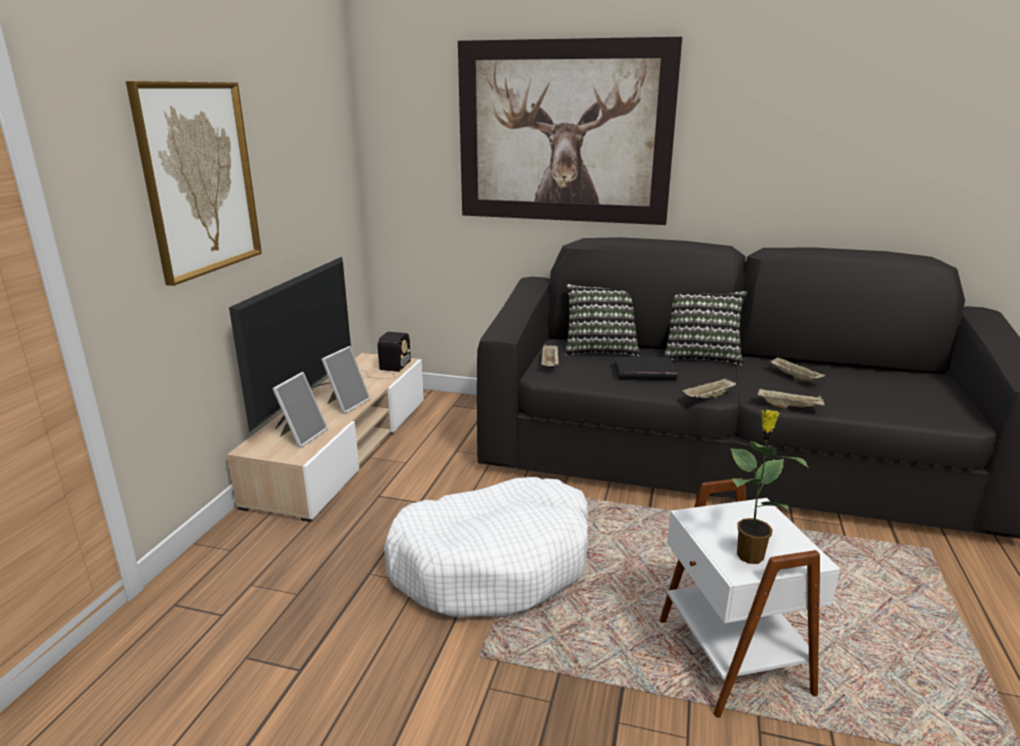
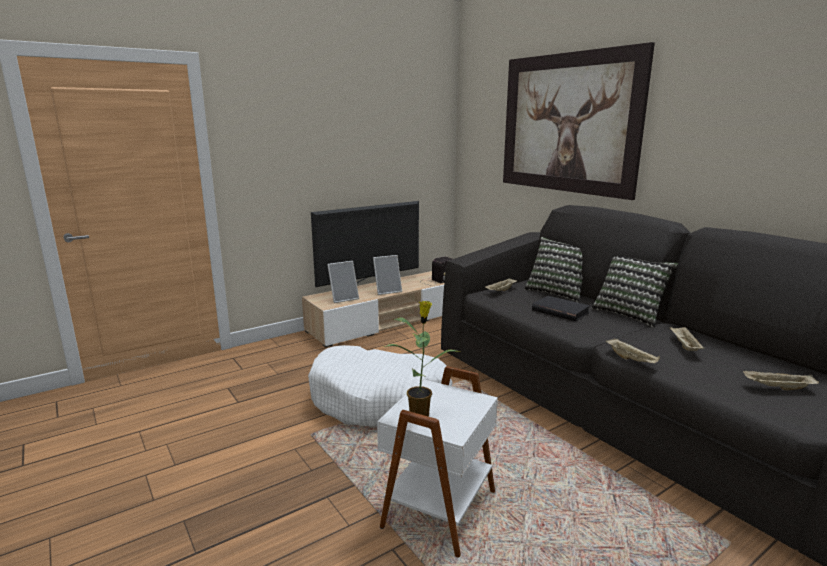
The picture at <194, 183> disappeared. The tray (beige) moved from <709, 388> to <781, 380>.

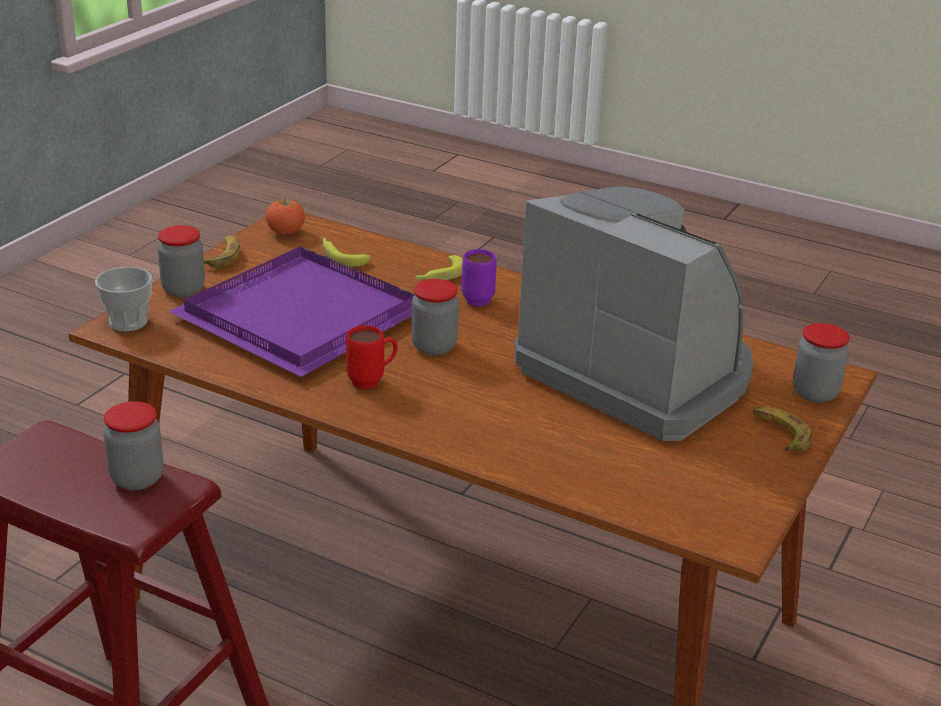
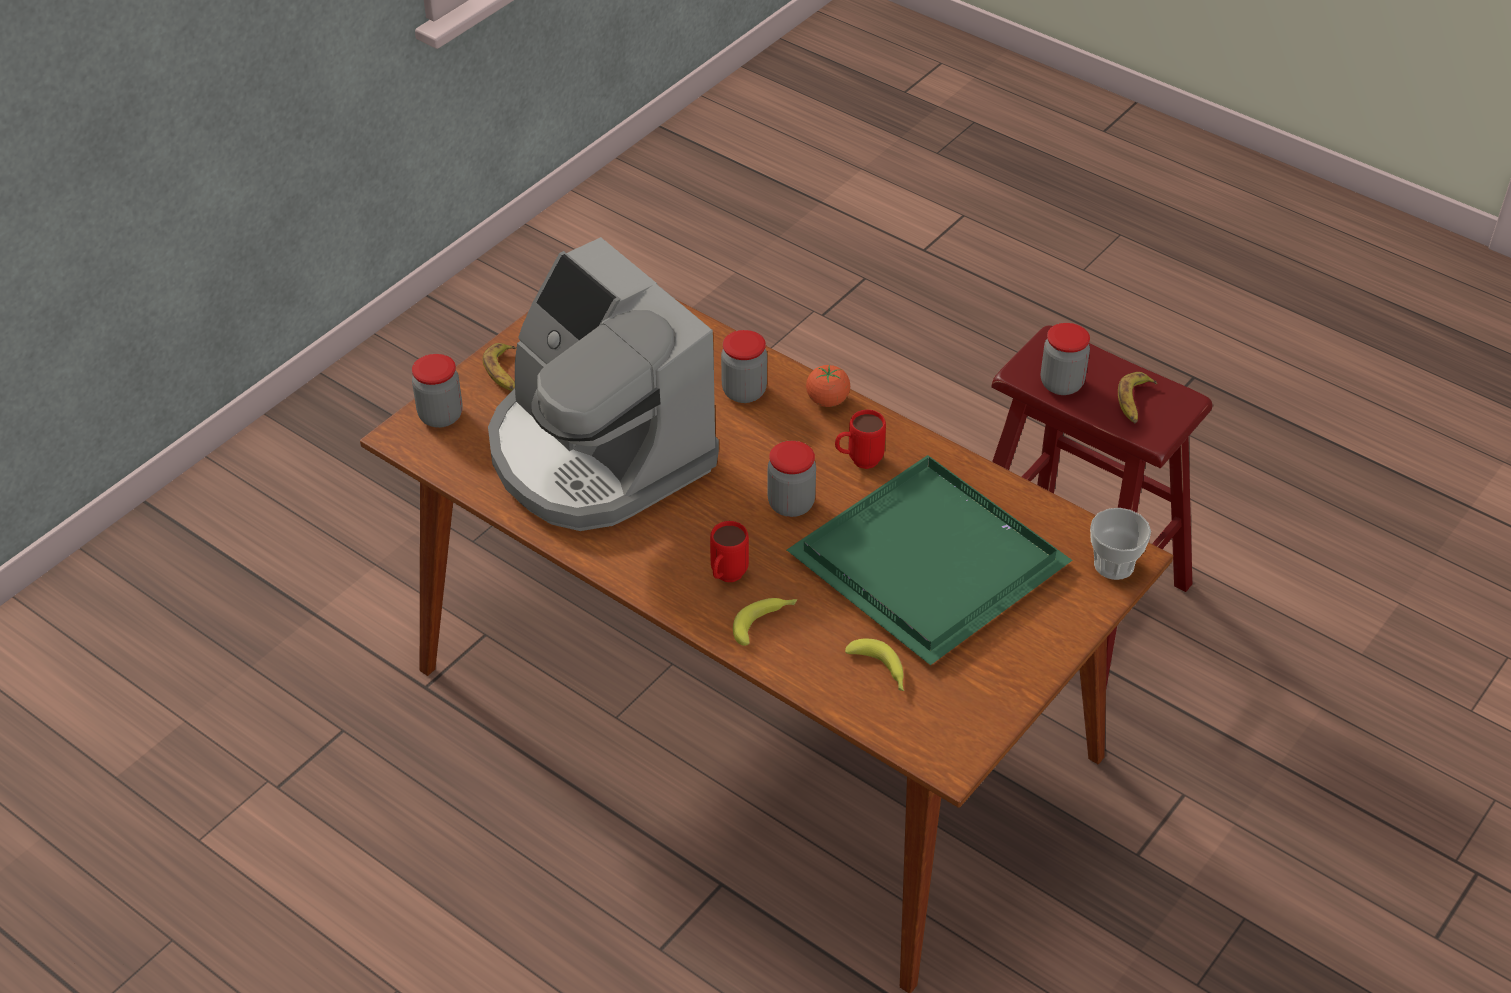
The jar moved from <181, 261> to <744, 366>. The tray (purple) at <291, 311> became the tray (green) at <930, 560>. The banana moved from <222, 251> to <1137, 397>. The tomato moved from <285, 216> to <828, 385>. The mug (purple) at <479, 278> became the mug (red) at <729, 551>.

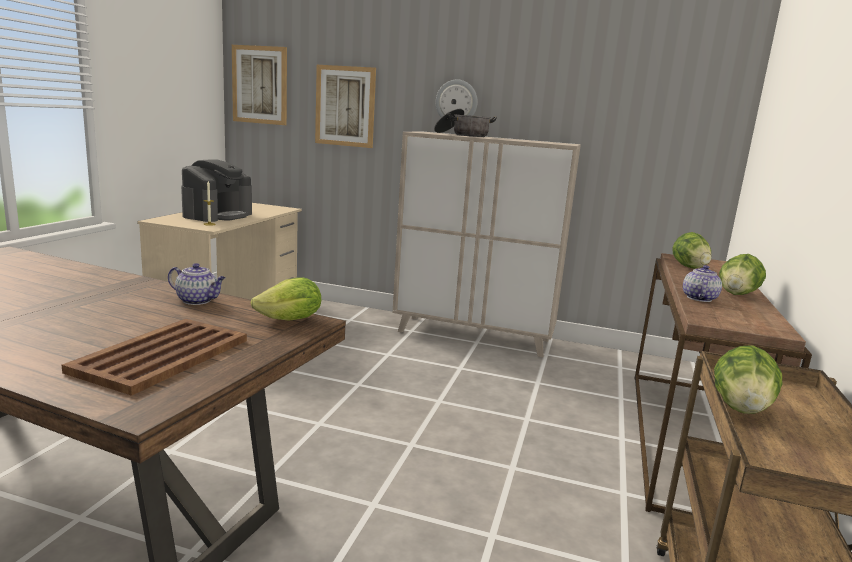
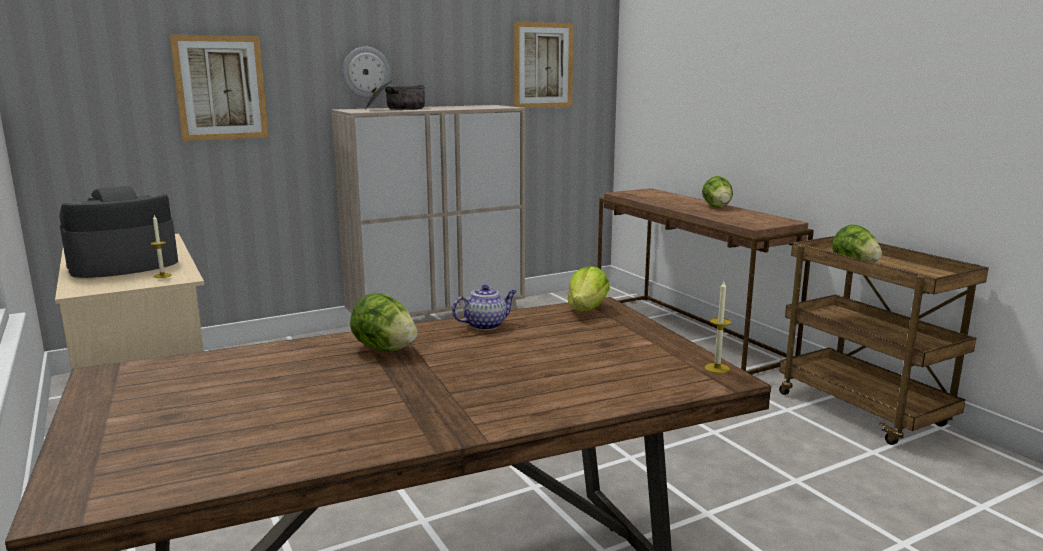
The tray (brown) at <154, 357> disappeared. The coffee machine at <216, 190> turned 105 degrees counterclockwise. The picture moved from <259, 85> to <544, 65>. The lettuce moved from <692, 250> to <383, 322>. The teapot at <702, 283> disappeared. The candle at <718, 327> appeared.

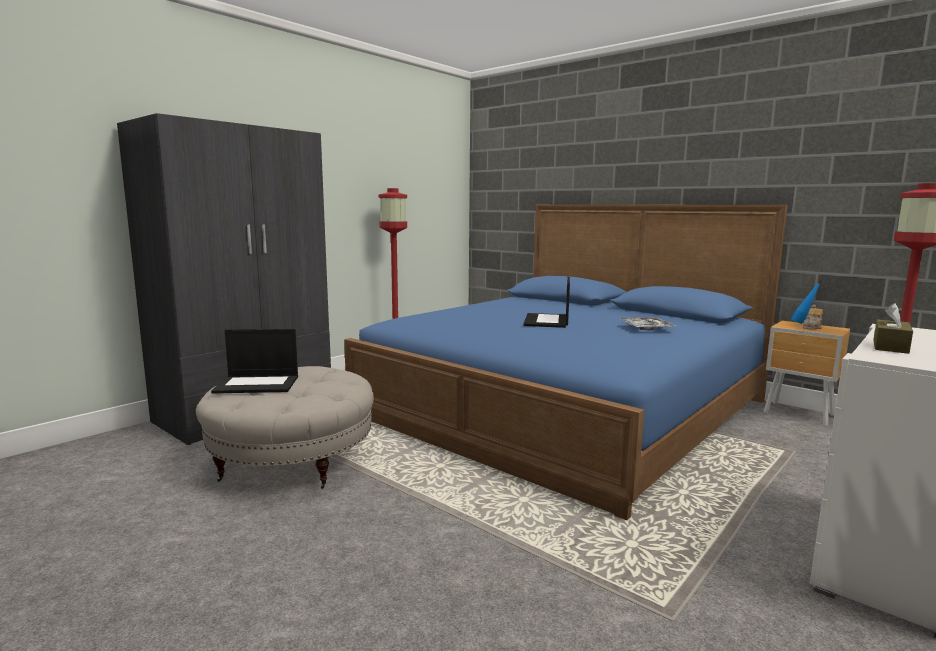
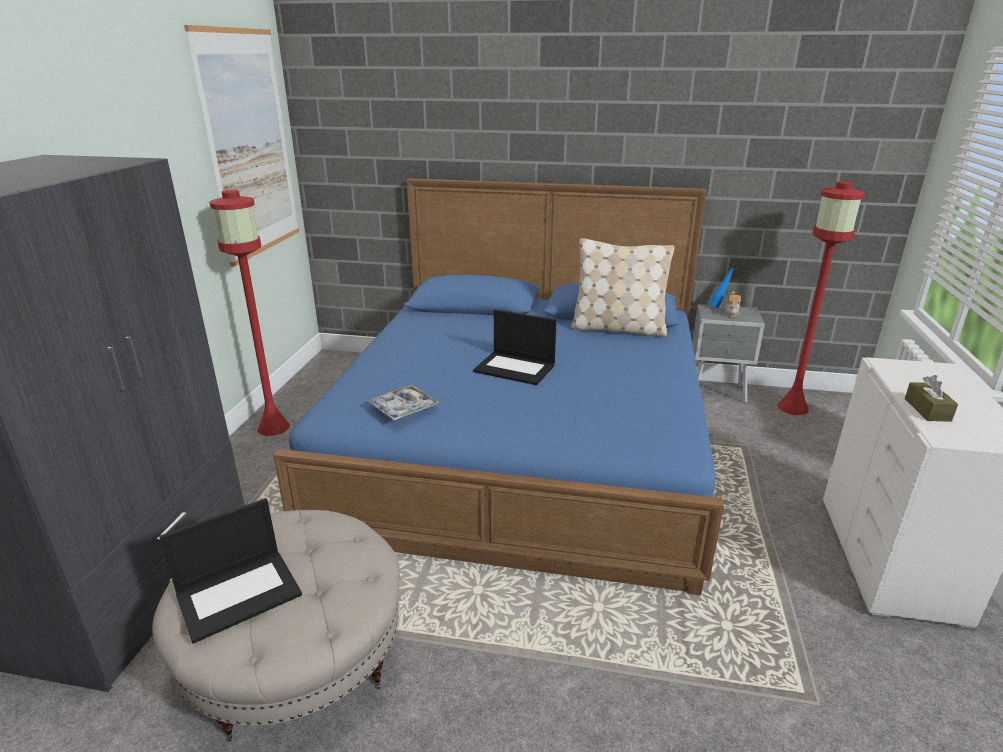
The laptop at <547, 302> turned 45 degrees counterclockwise. The tray moved from <648, 324> to <403, 402>. The nightstand (brown) at <806, 374> became the nightstand (grey) at <728, 353>. The picture at <241, 146> appeared. The pillow (beige) at <623, 287> appeared.

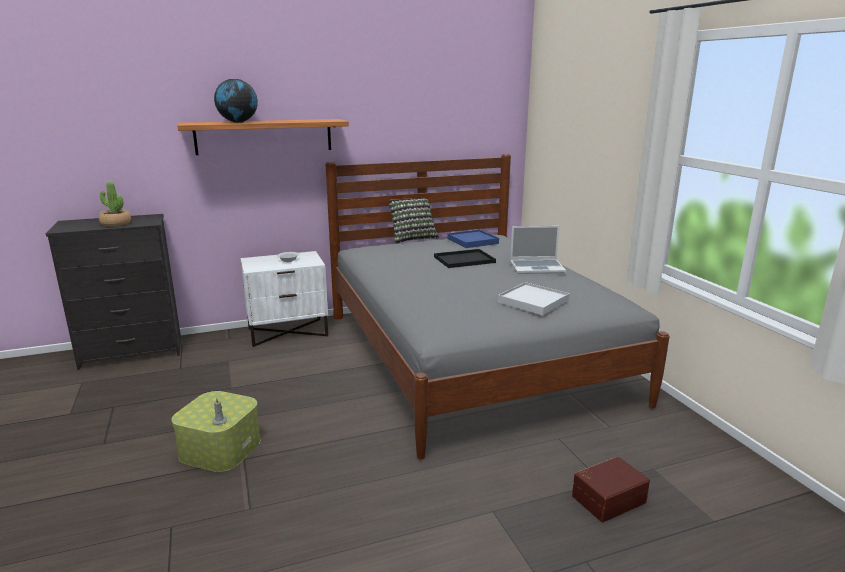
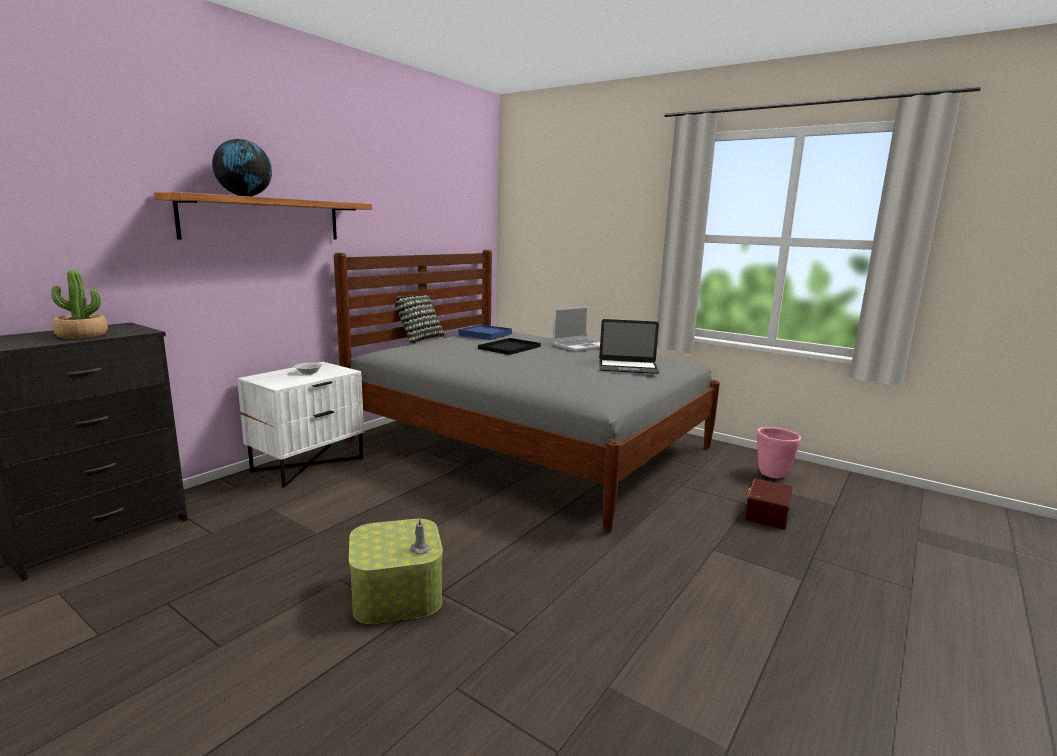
The tray (white) at <534, 298> was replaced by the laptop at <629, 346>. The planter (pink) at <779, 453> appeared.

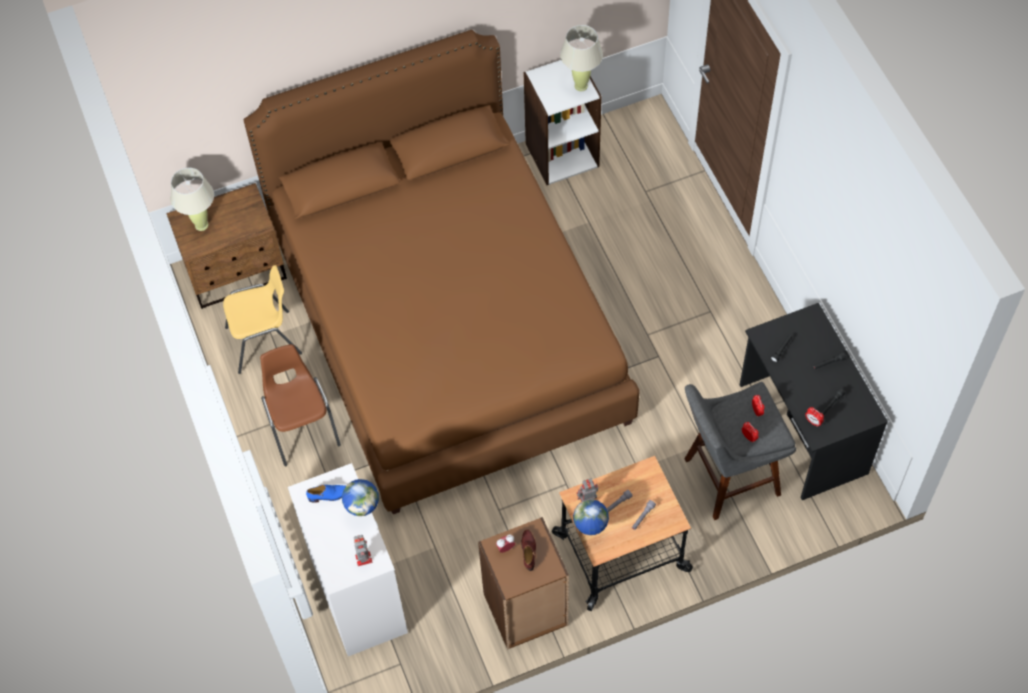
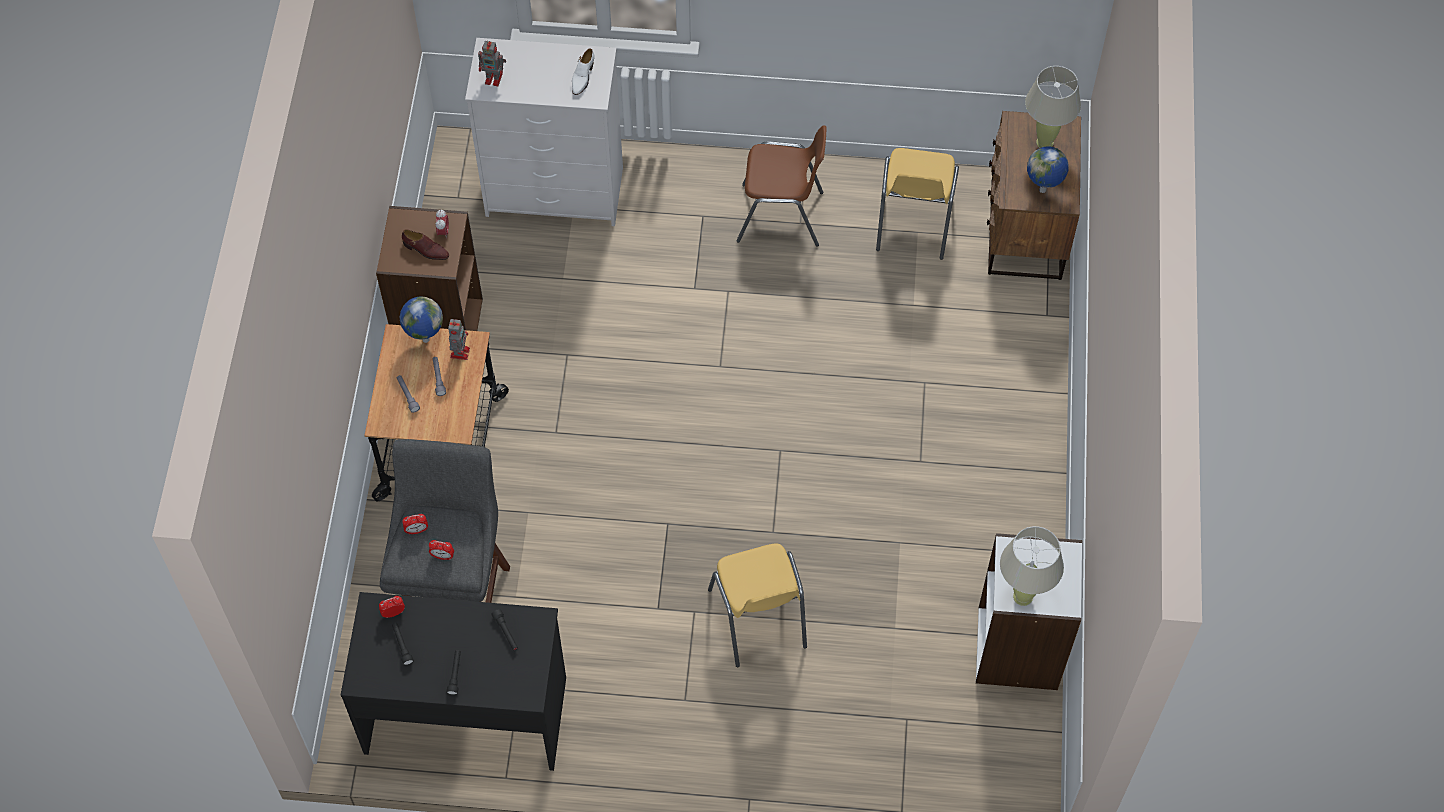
The bed (brown) at <441, 272> disappeared. The shoe (blue) at <326, 494> became the shoe (white) at <583, 71>. The globe moved from <360, 497> to <1048, 169>. The chair (yellow) at <757, 605> appeared.

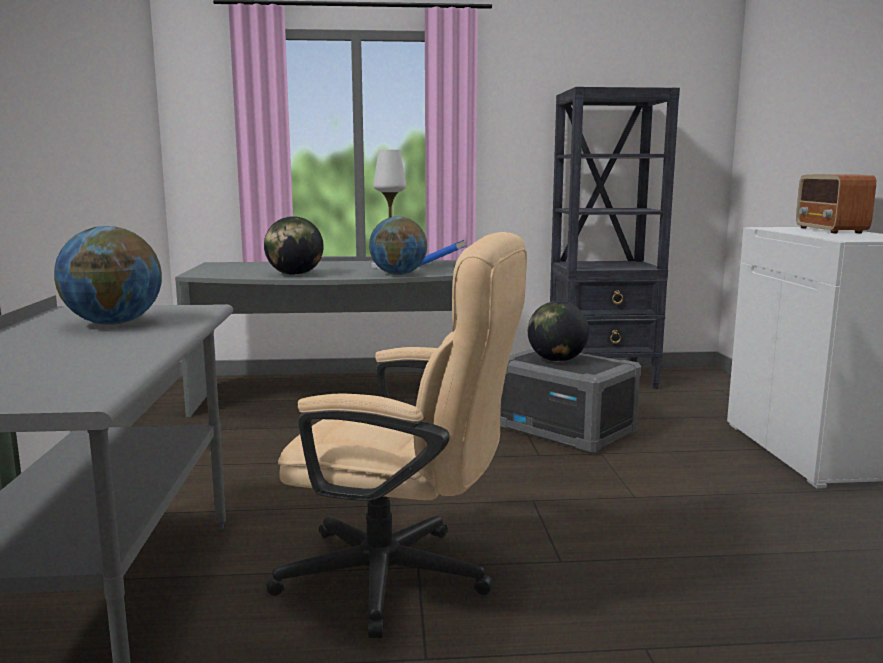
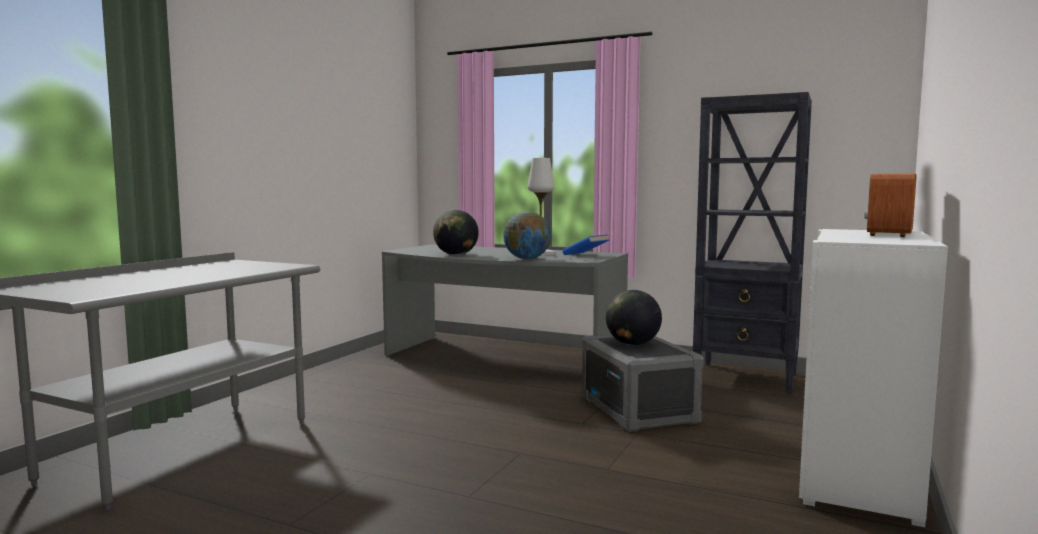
The globe at <108, 275> disappeared. The office chair (beige) at <396, 435> disappeared.

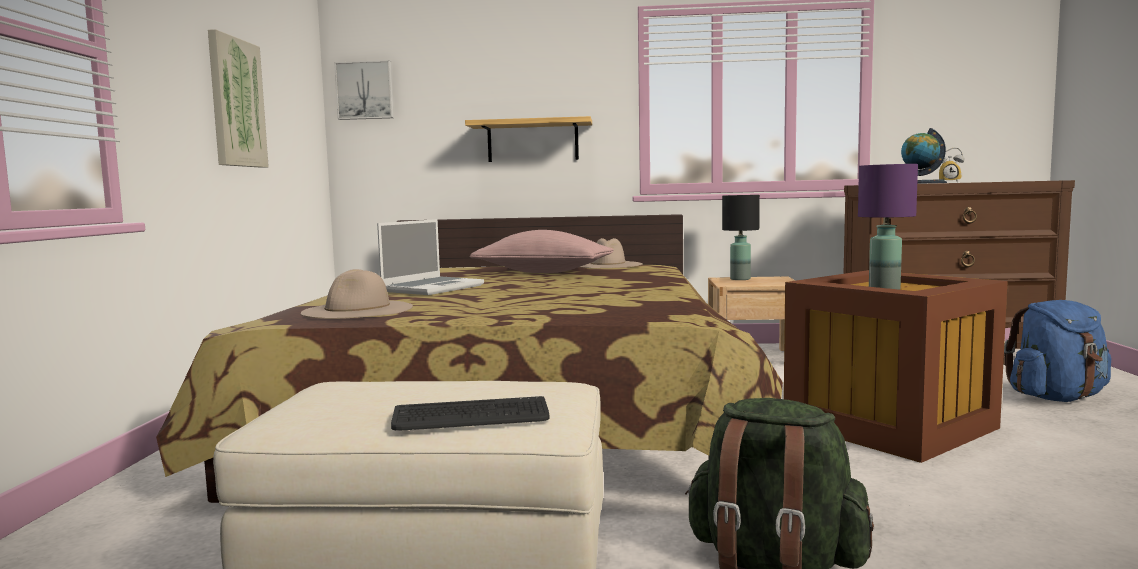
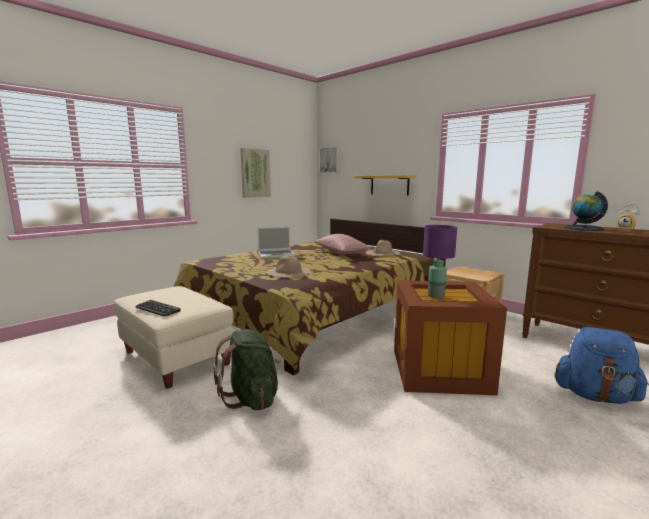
The hat (beige) moved from <357, 294> to <288, 266>. The table lamp (black) at <741, 237> disappeared.

